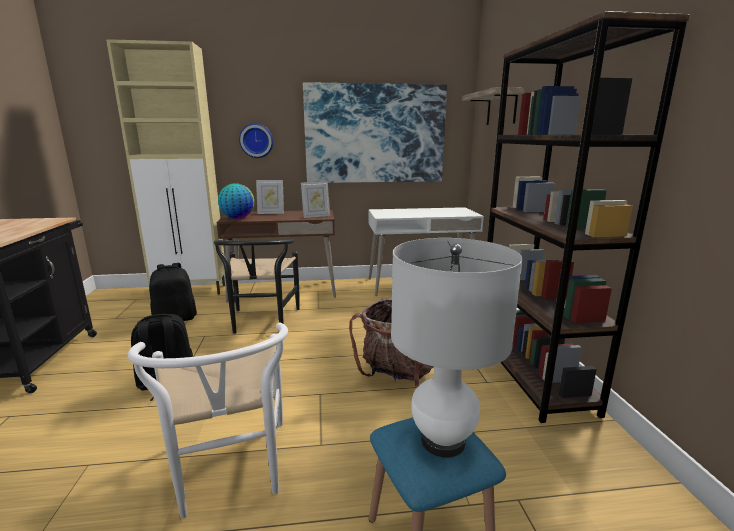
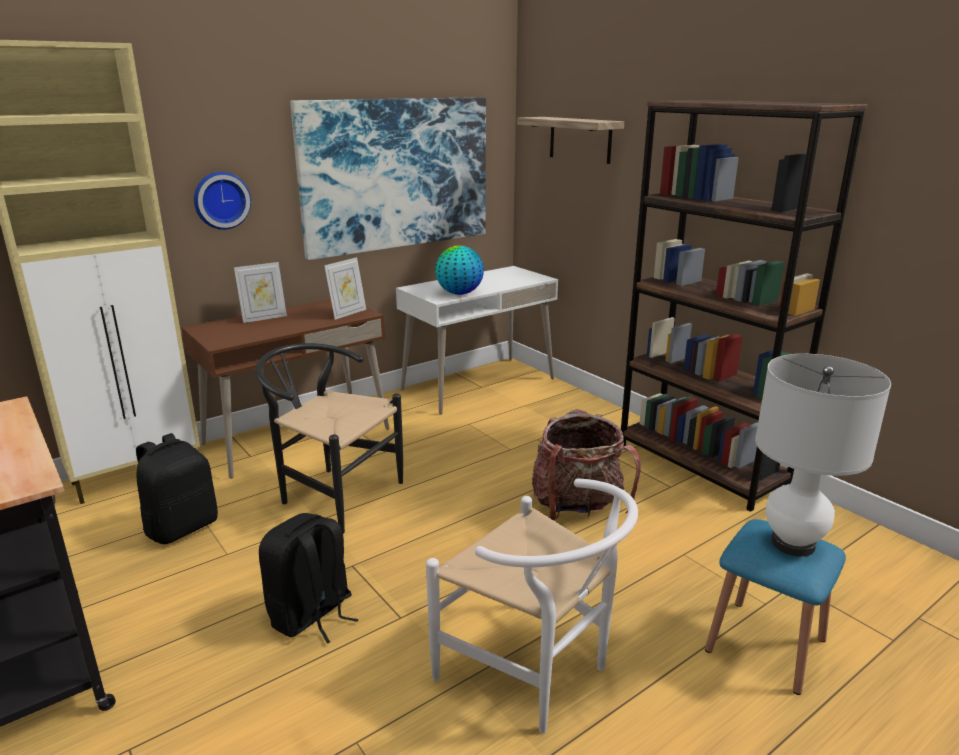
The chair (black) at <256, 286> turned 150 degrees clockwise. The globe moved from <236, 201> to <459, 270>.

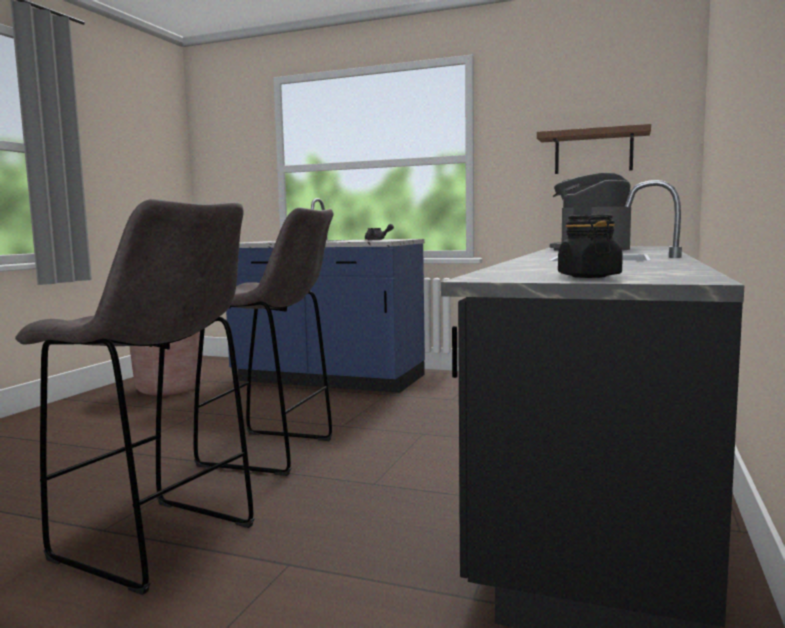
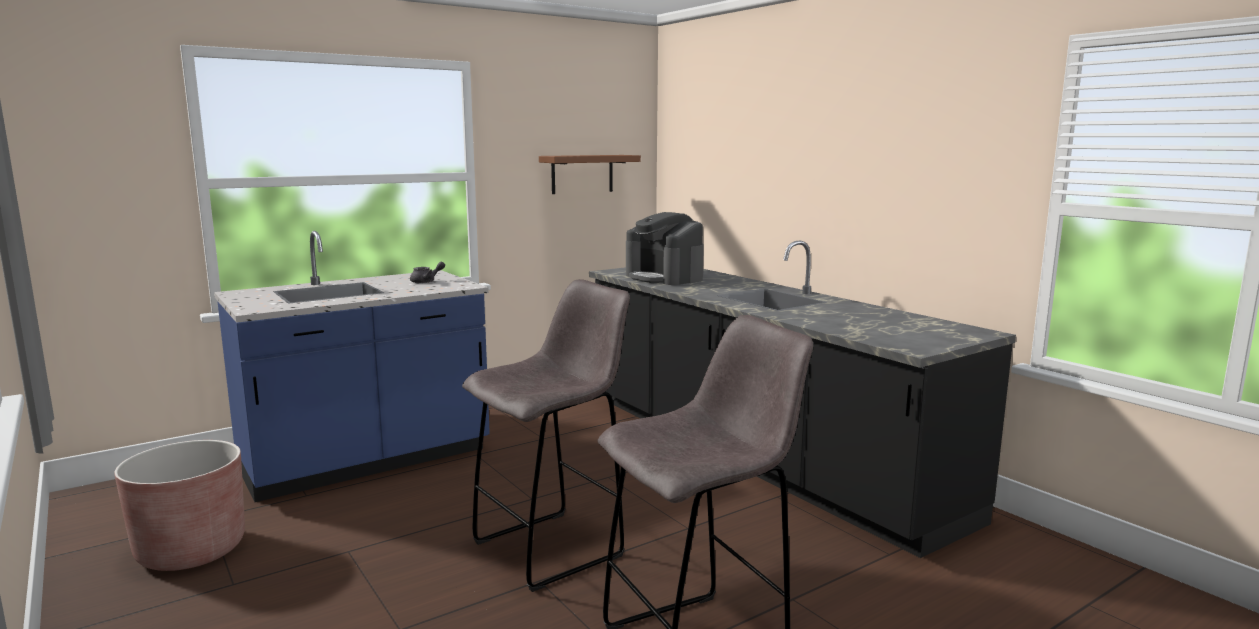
The jar (black) at <590, 246> disappeared.

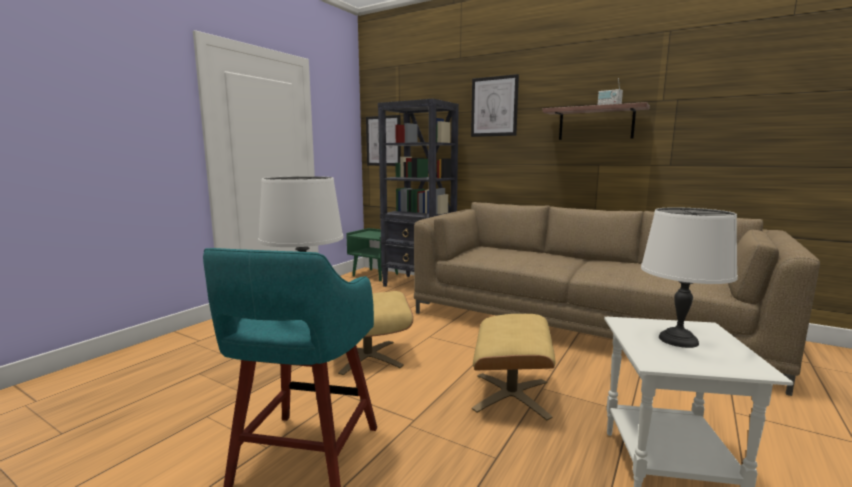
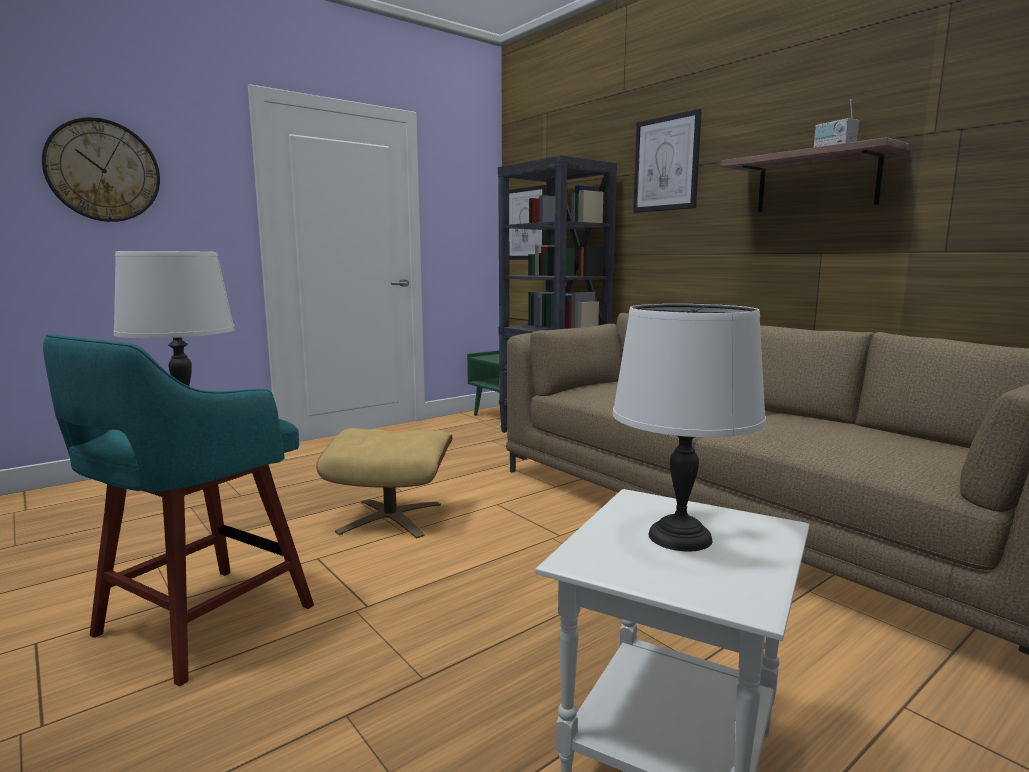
The ottoman (beige) at <514, 367> disappeared. The wall clock at <101, 169> appeared.

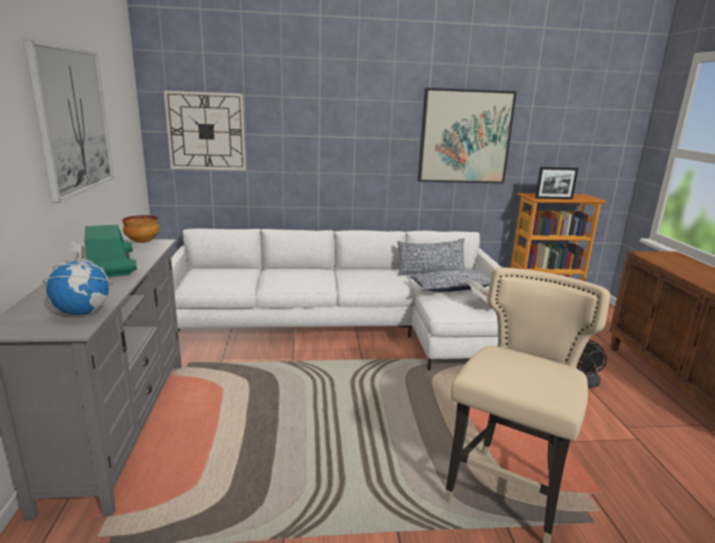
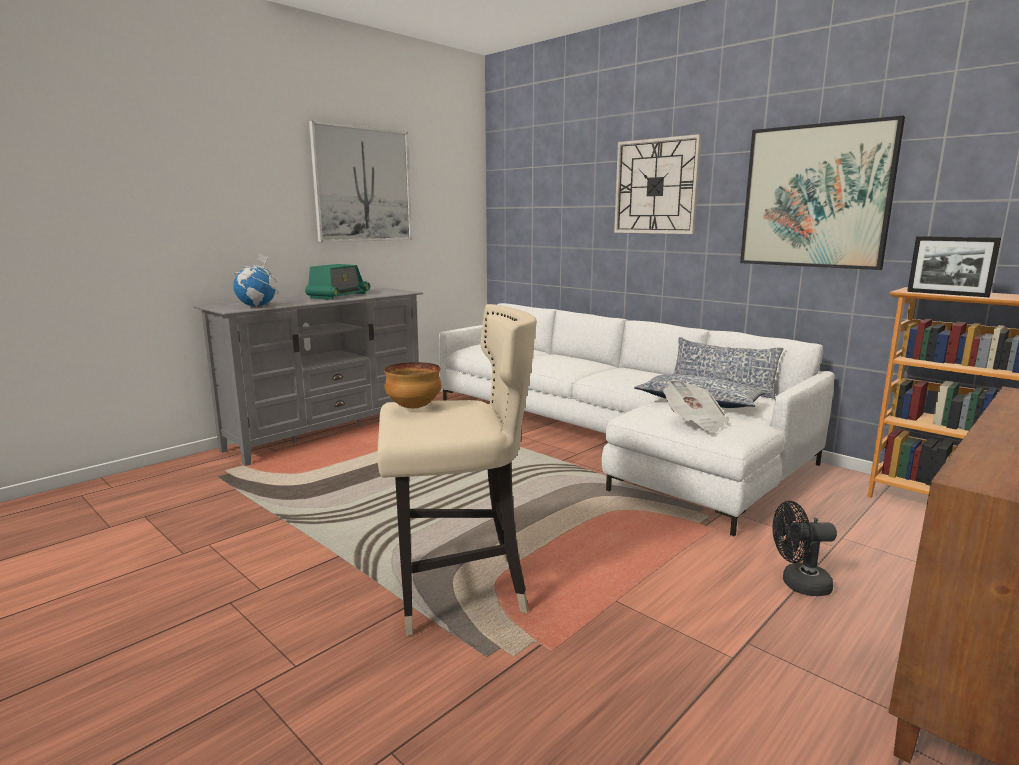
The bowl moved from <140, 229> to <413, 385>. The wall clock moved from <205, 131> to <658, 184>.

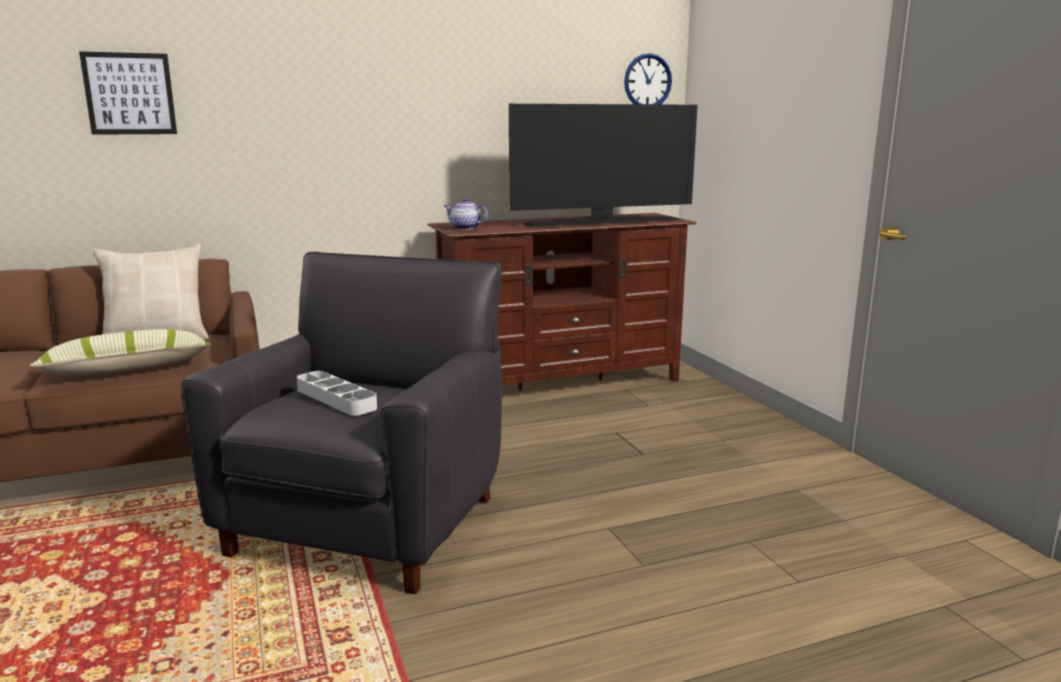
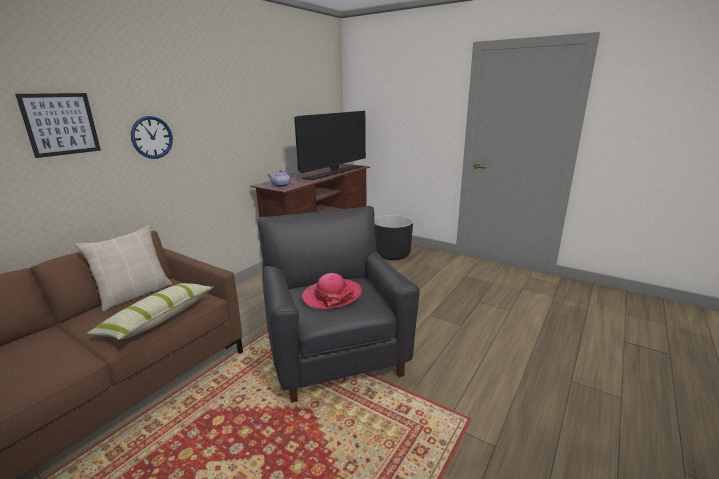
The tray (grey) at <337, 393> was replaced by the hat at <331, 291>. The wall clock moved from <648, 79> to <152, 137>. The planter (black) at <393, 237> appeared.

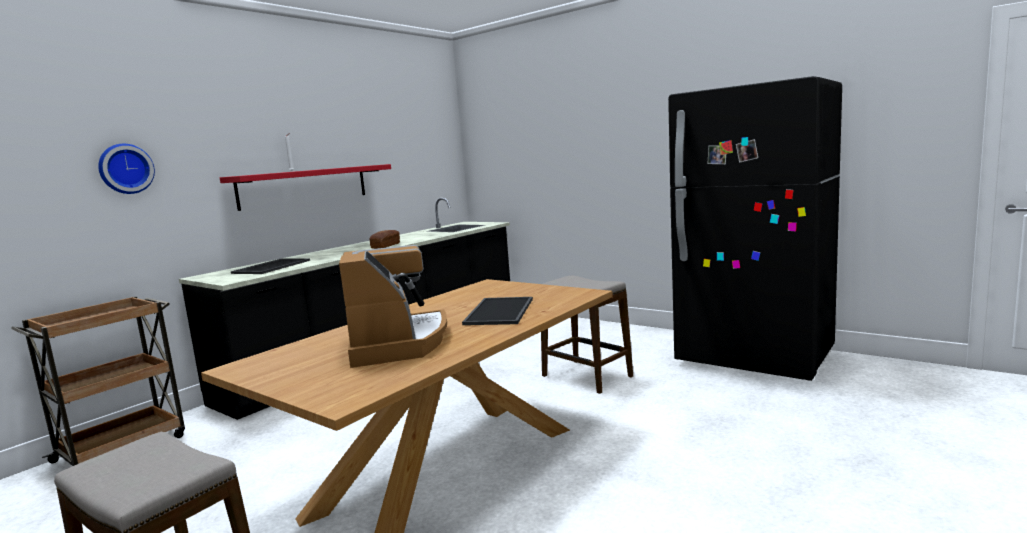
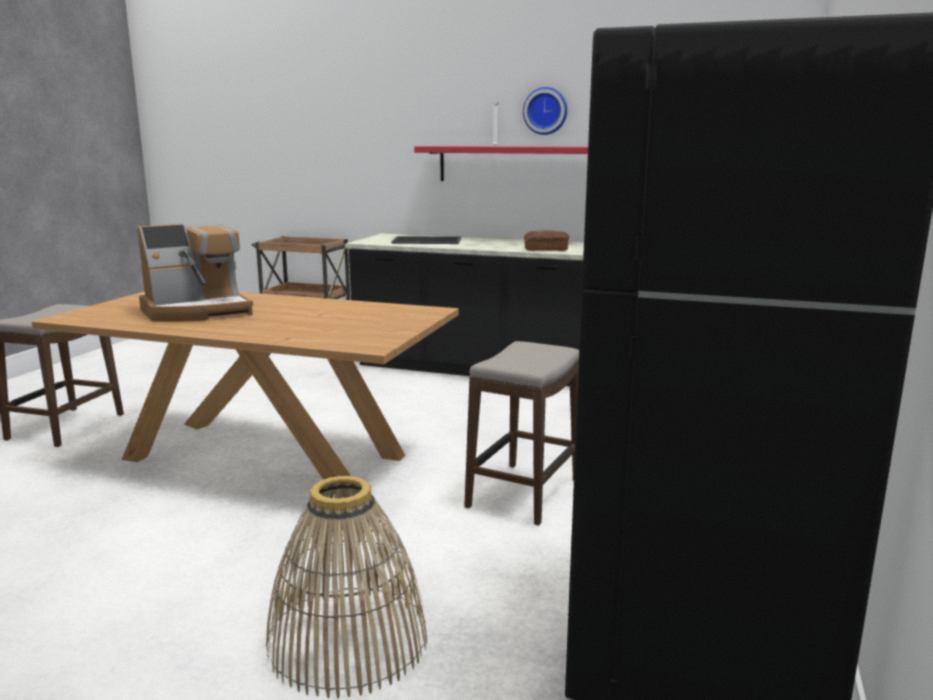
The wall clock moved from <126, 169> to <545, 111>. The tray at <497, 311> disappeared. The basket at <346, 587> appeared.

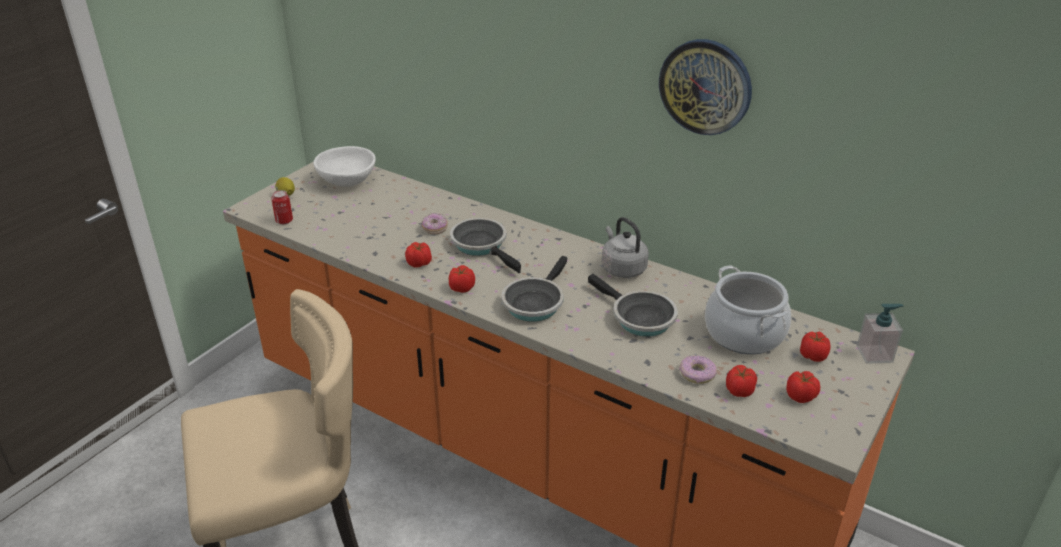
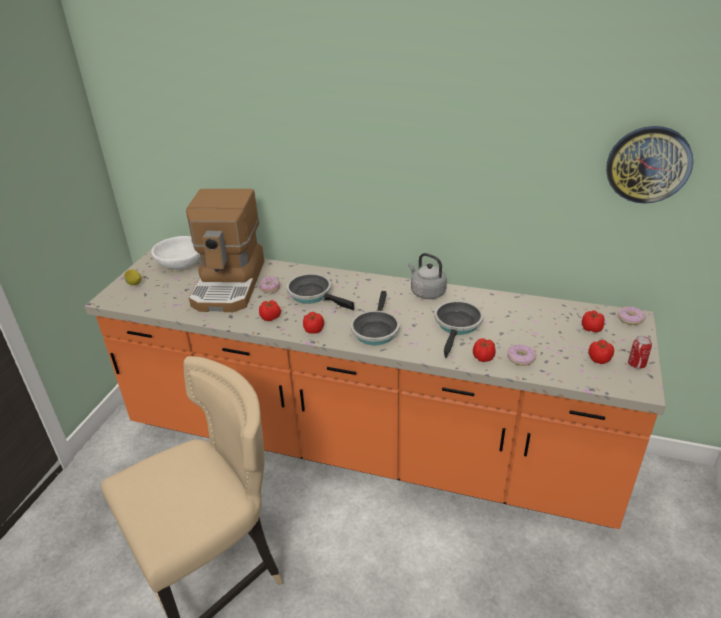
The can moved from <282, 207> to <640, 352>. The frying pan at <633, 305> turned 105 degrees counterclockwise. The wall clock moved from <705, 87> to <649, 164>. The cooking pot at <748, 310> disappeared. The tomato moved from <741, 381> to <484, 350>. The soap dispenser at <880, 334> was replaced by the donut at <632, 316>. The coffee machine at <225, 250> appeared.

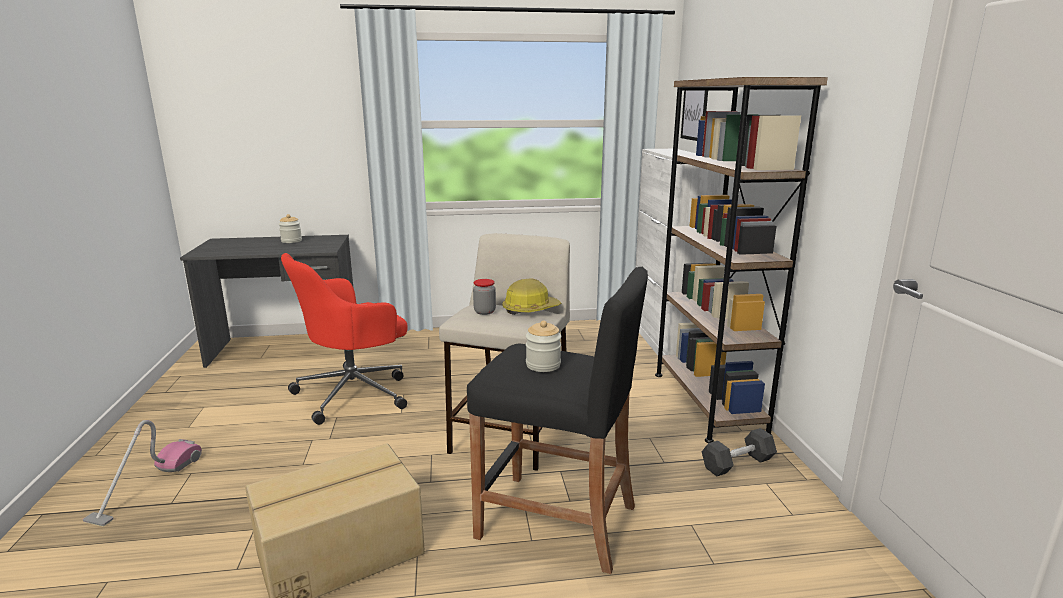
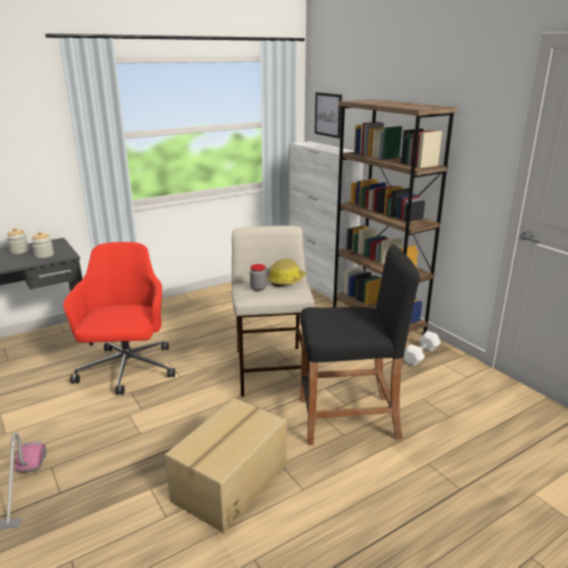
The office chair (red) at <344, 339> turned 150 degrees clockwise. The jar moved from <543, 346> to <42, 244>. The dumbbell (black) at <739, 452> became the dumbbell (white) at <422, 349>.

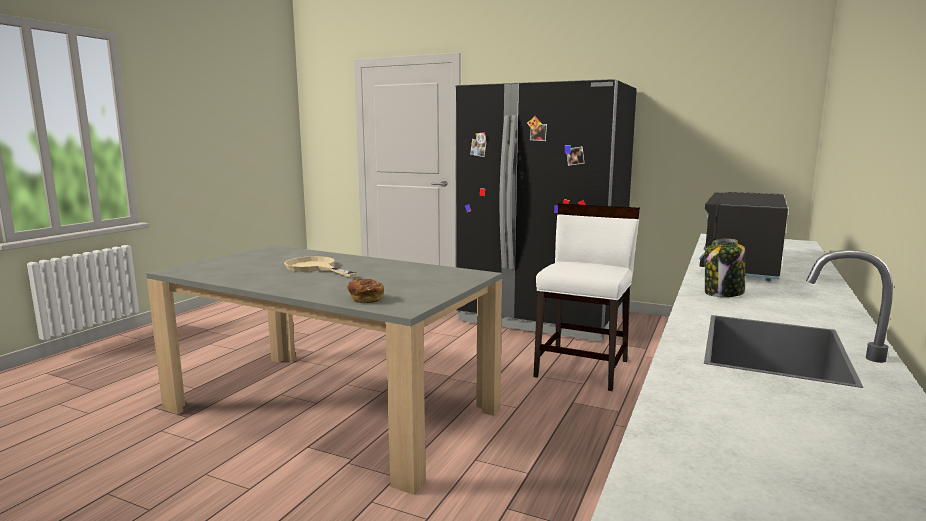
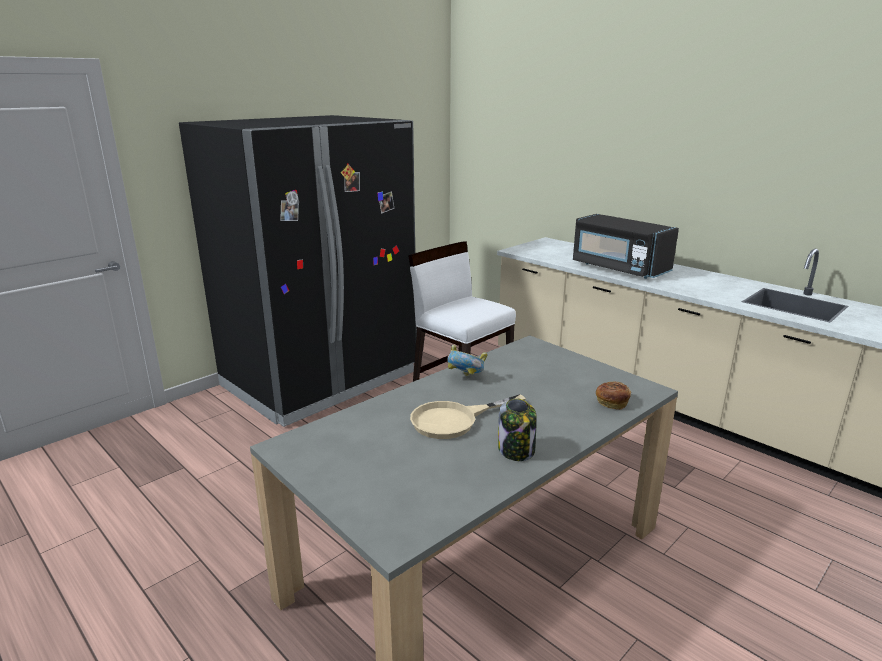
The jar moved from <725, 268> to <517, 430>. The bowl at <467, 360> appeared.

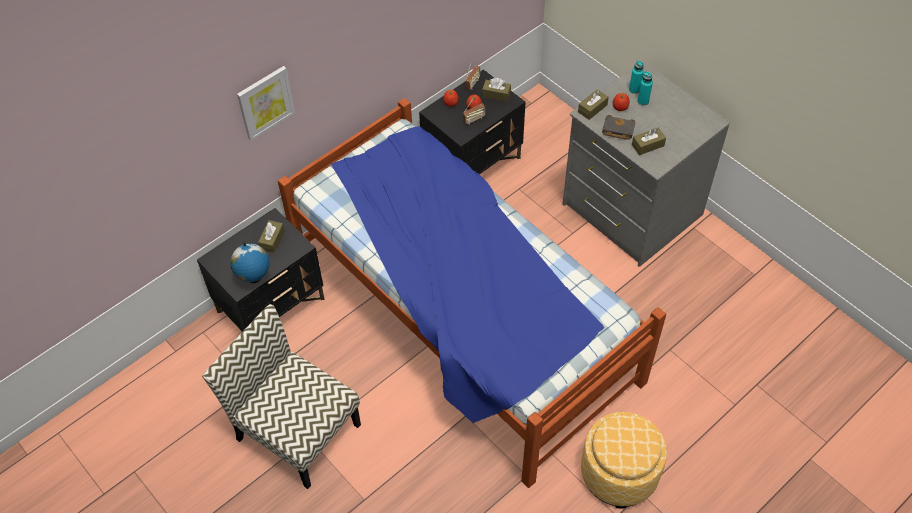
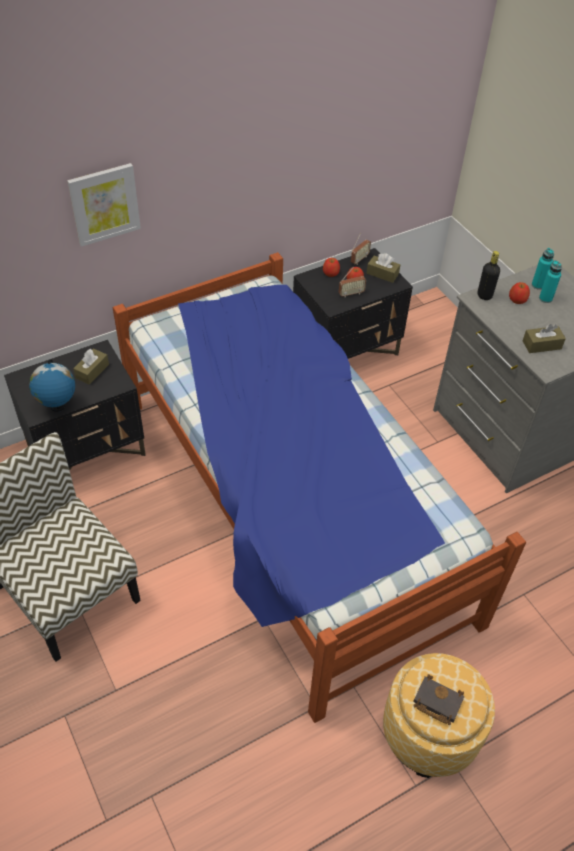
The tissue box (brown) at <593, 104> was replaced by the bottle (black) at <488, 275>. The book (black) moved from <619, 127> to <439, 699>.

